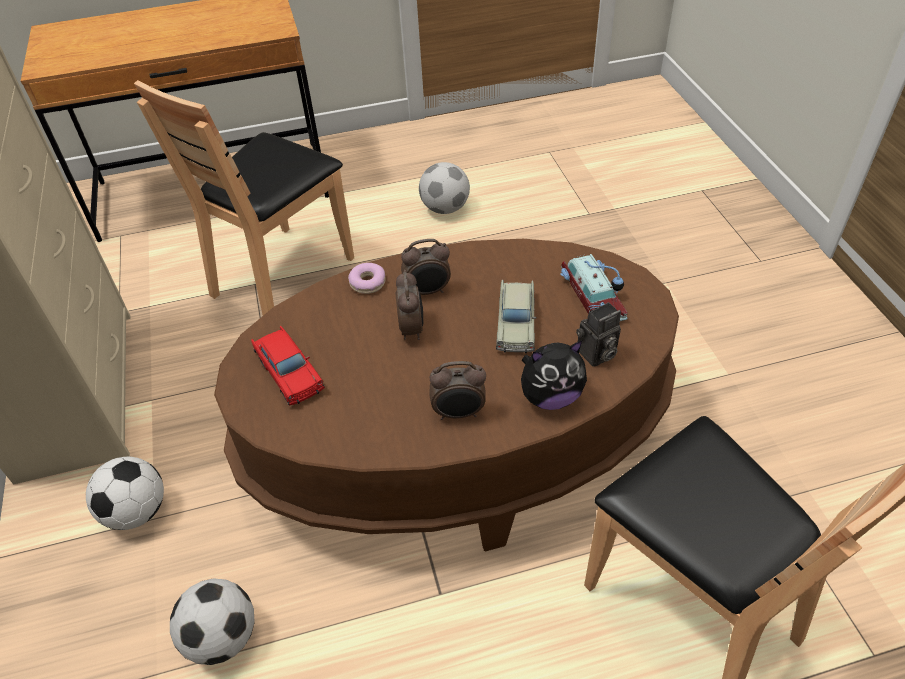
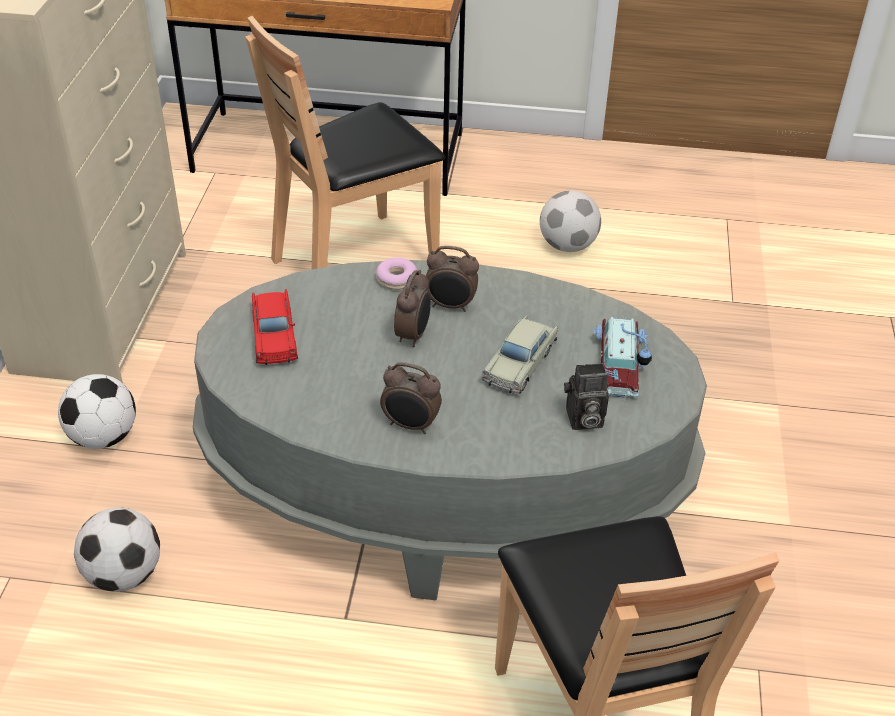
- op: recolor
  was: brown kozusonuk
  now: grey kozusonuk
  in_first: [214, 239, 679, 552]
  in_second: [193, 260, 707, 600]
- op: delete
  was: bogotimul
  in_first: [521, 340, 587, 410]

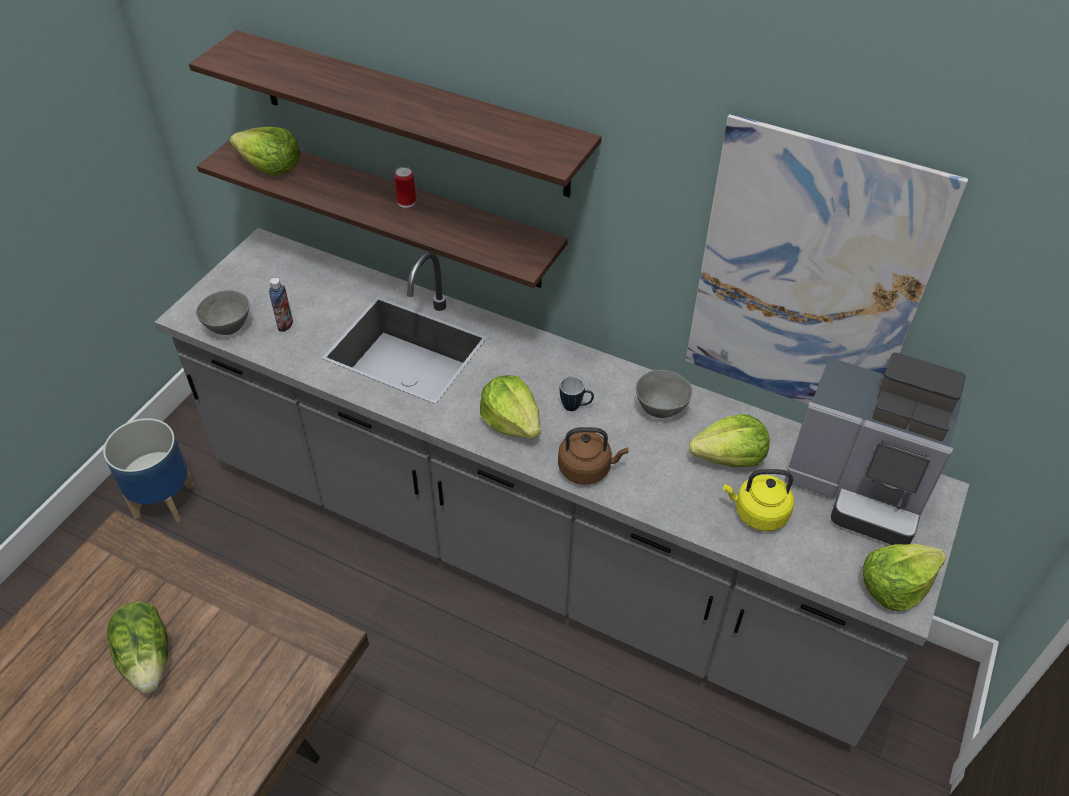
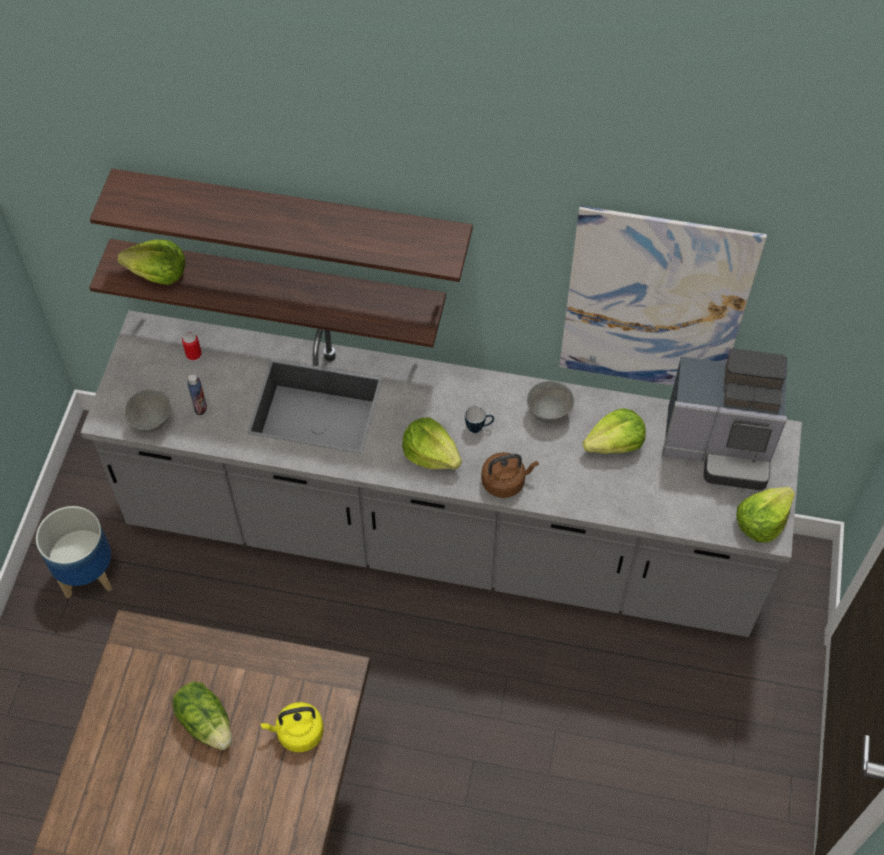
- op: move
  was: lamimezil
  in_first: [394, 167, 416, 208]
  in_second: [182, 332, 202, 361]
- op: move
  was: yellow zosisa
  in_first: [723, 469, 794, 531]
  in_second: [260, 702, 324, 752]

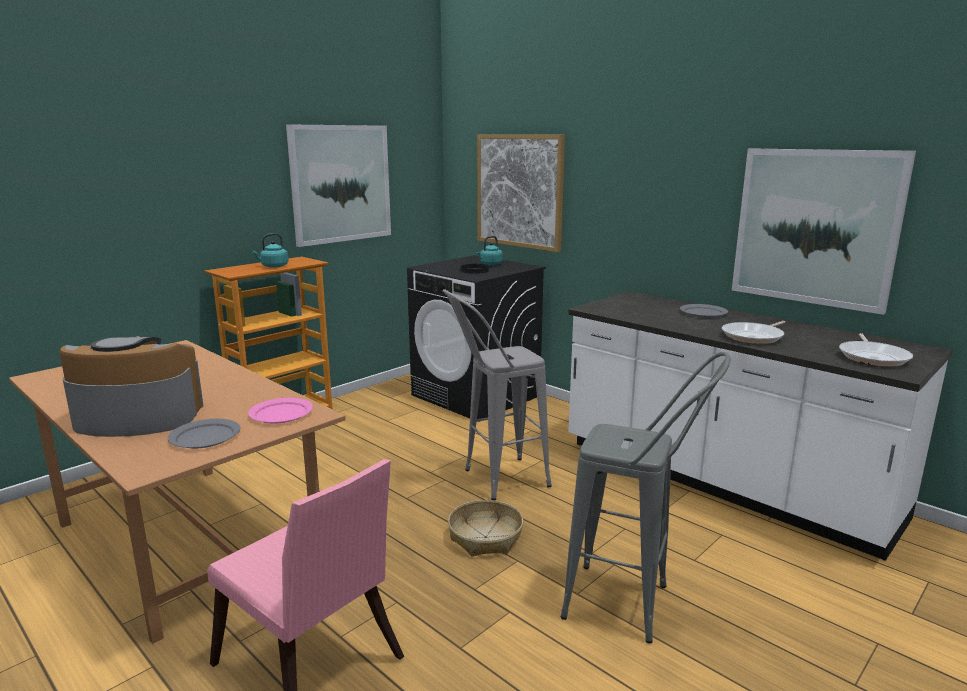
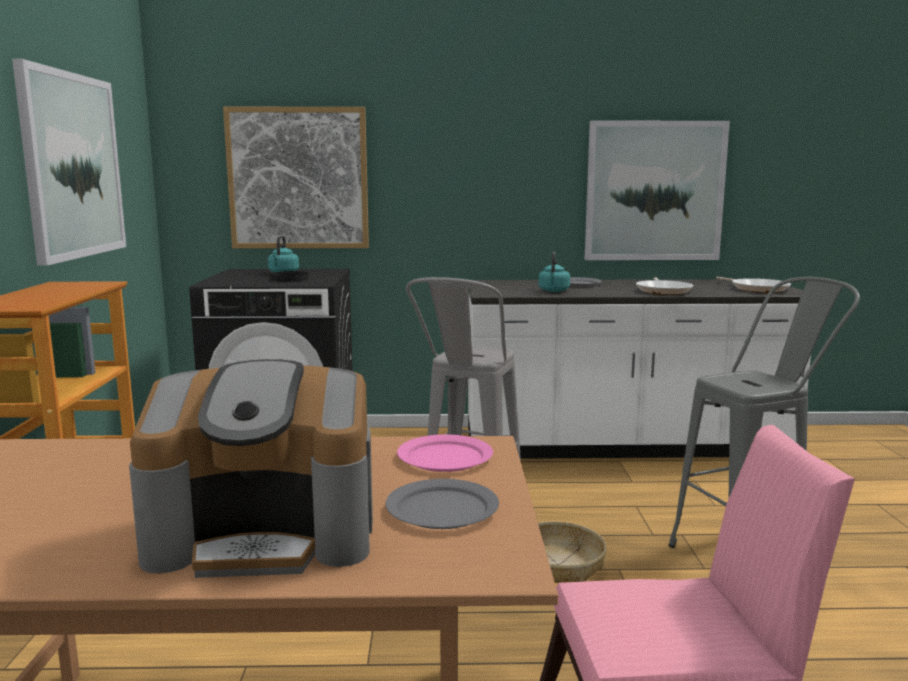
- op: move
  was: turquoise zosisa
  in_first: [252, 233, 288, 268]
  in_second: [539, 252, 570, 292]
- op: rotate
  was: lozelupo
  in_first: [60, 336, 204, 437]
  in_second: [129, 359, 373, 578]
  clockwise: -135

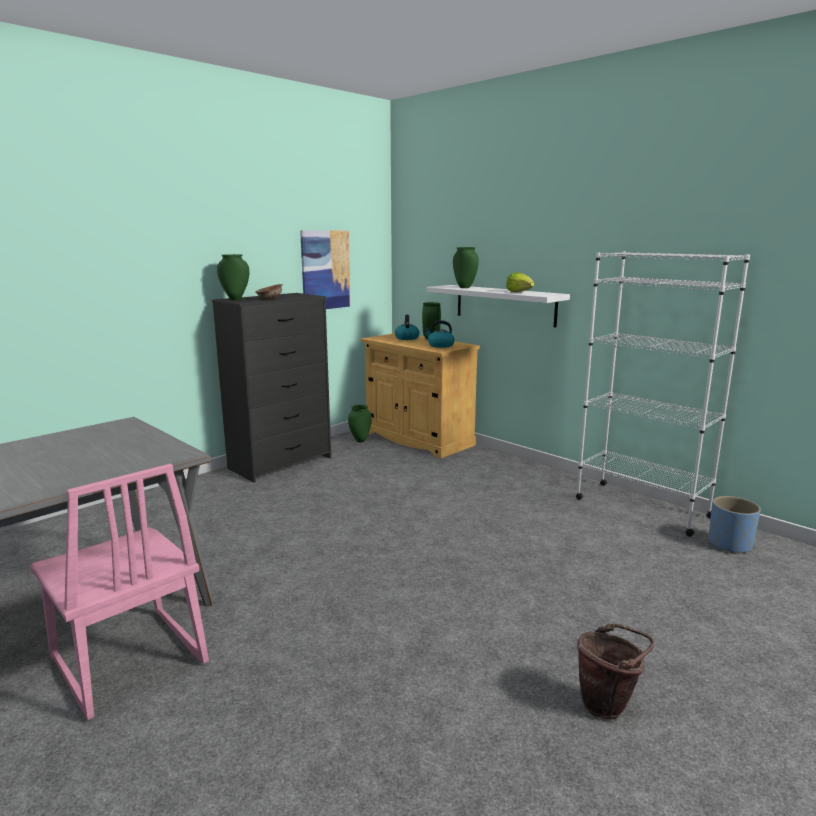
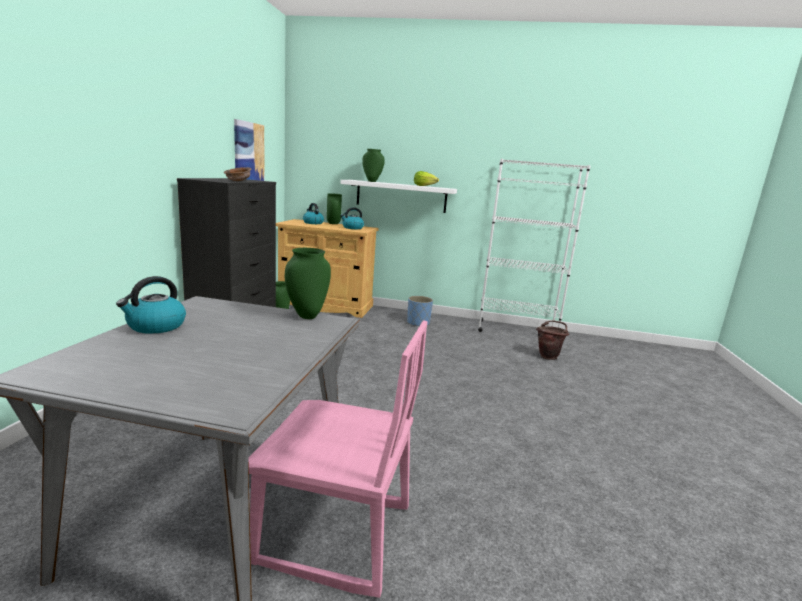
- op: move
  was: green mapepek
  in_first: [217, 254, 249, 300]
  in_second: [285, 248, 331, 319]
- op: move
  was: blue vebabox
  in_first: [709, 496, 761, 554]
  in_second: [407, 296, 433, 326]
- op: move
  was: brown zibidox
  in_first: [577, 624, 654, 719]
  in_second: [536, 320, 569, 360]
- op: insert
  now: zosisa
  in_second: [116, 276, 186, 334]

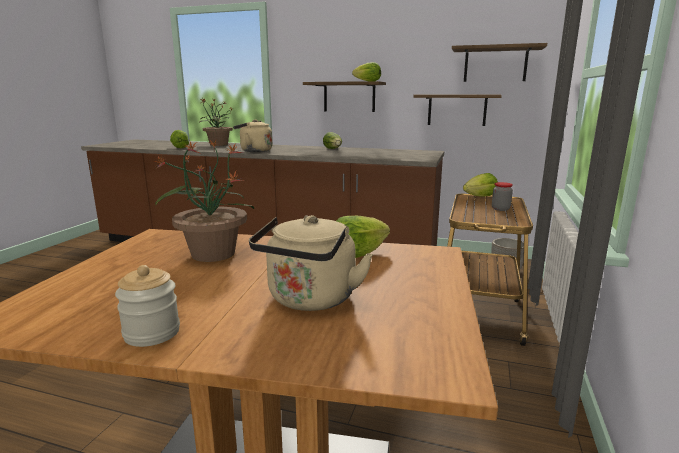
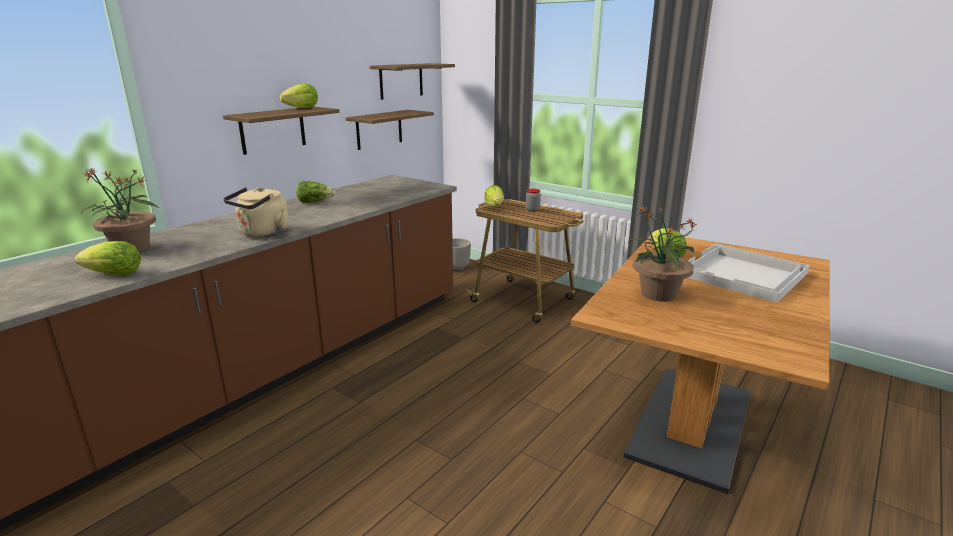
- op: replace
  was: beige zosisa
  now: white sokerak
  in_first: [249, 215, 373, 311]
  in_second: [688, 244, 810, 303]
- op: delete
  was: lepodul
  in_first: [115, 265, 180, 347]

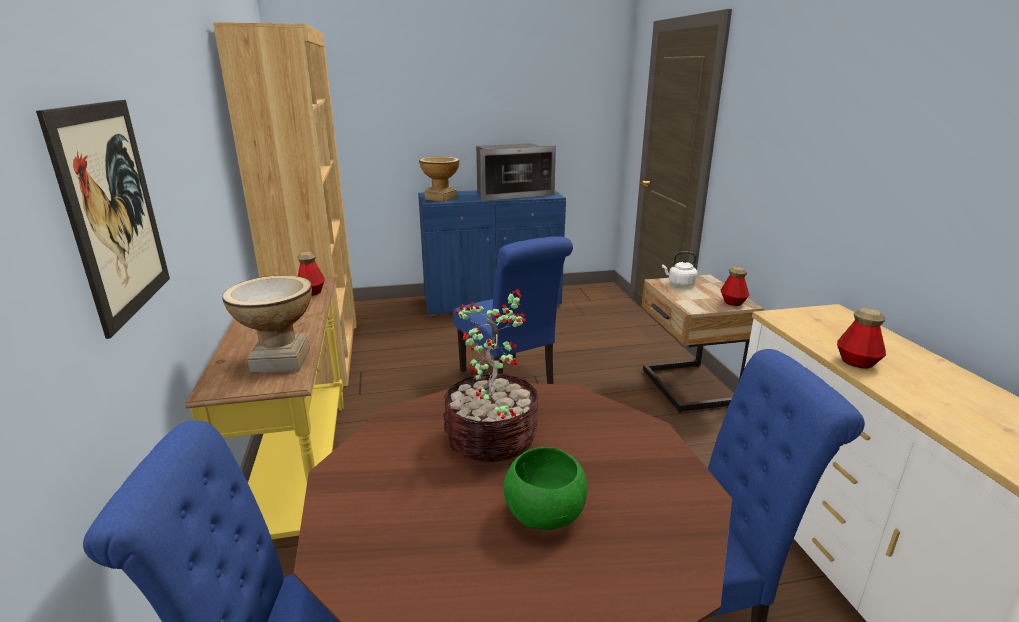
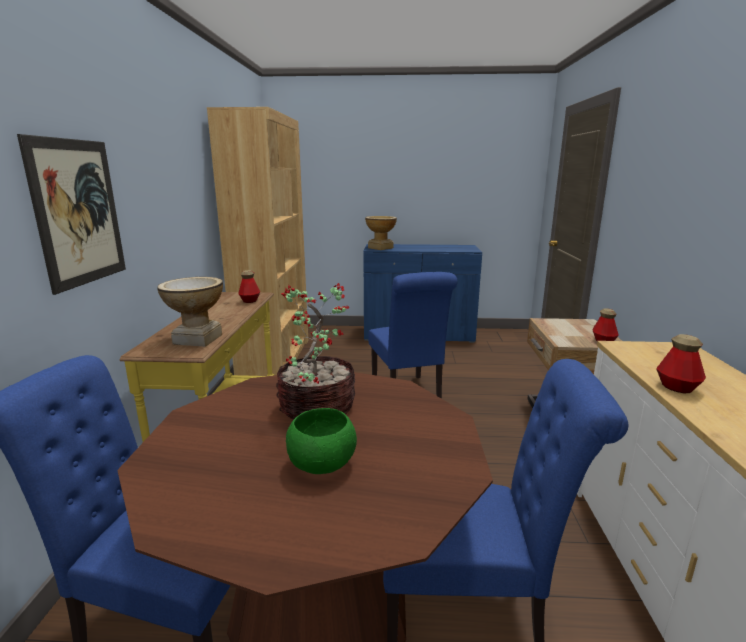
- op: delete
  was: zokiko
  in_first: [476, 143, 556, 201]
- op: delete
  was: white zosisa
  in_first: [662, 252, 698, 286]

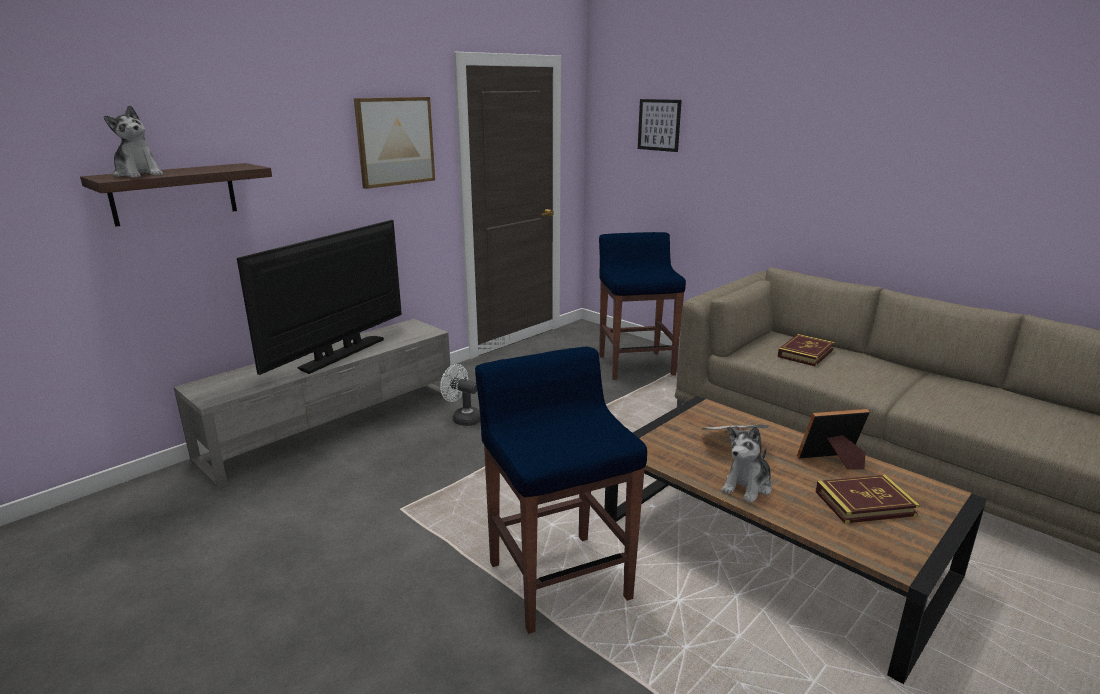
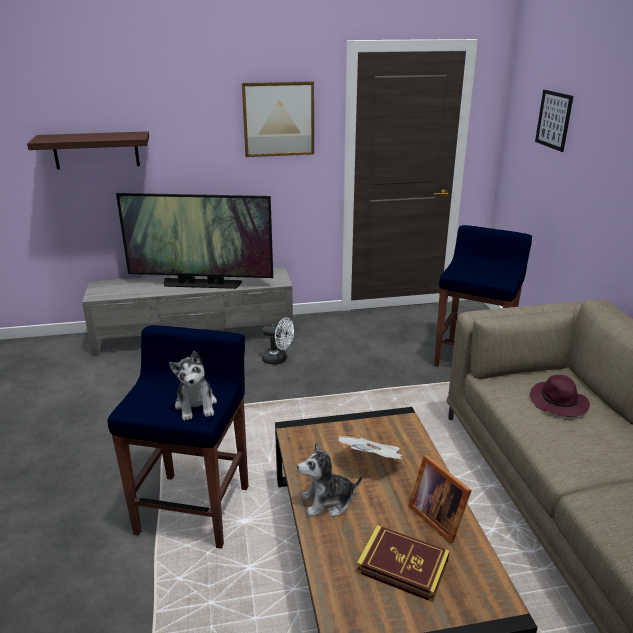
- op: move
  was: bogotimul
  in_first: [103, 105, 163, 178]
  in_second: [169, 351, 217, 421]
- op: rotate
  was: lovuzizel
  in_first: [237, 220, 402, 375]
  in_second: [116, 193, 273, 289]
  clockwise: -150
- op: replace
  was: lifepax
  now: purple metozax
  in_first: [777, 334, 835, 366]
  in_second: [530, 375, 590, 417]
- op: rotate
  was: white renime
  in_first: [440, 364, 480, 426]
  in_second: [262, 318, 294, 365]
  clockwise: 135
- op: rotate
  was: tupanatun
  in_first: [797, 409, 870, 470]
  in_second: [408, 455, 472, 543]
  clockwise: -150

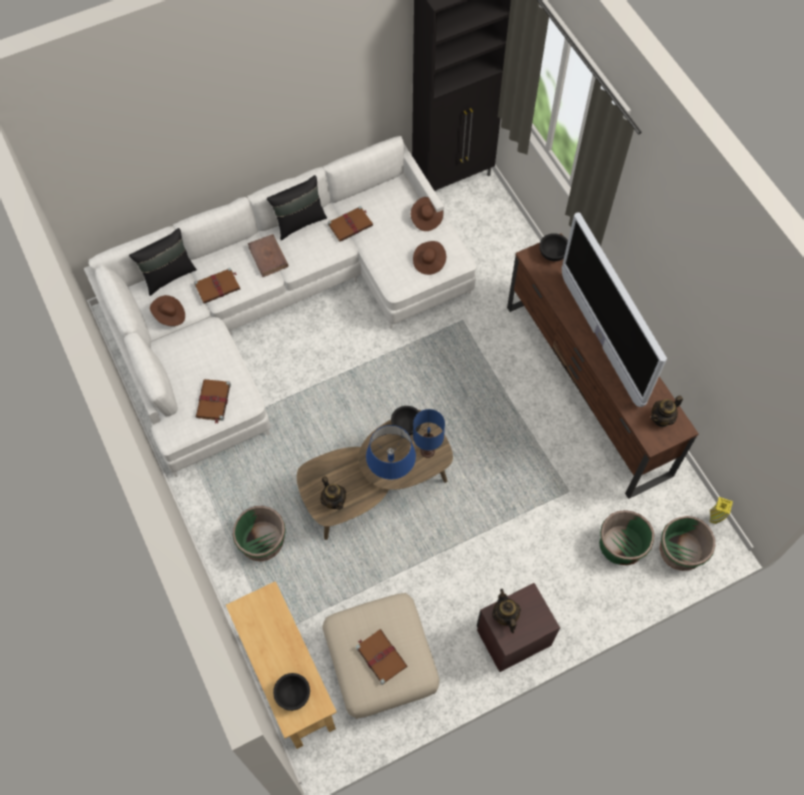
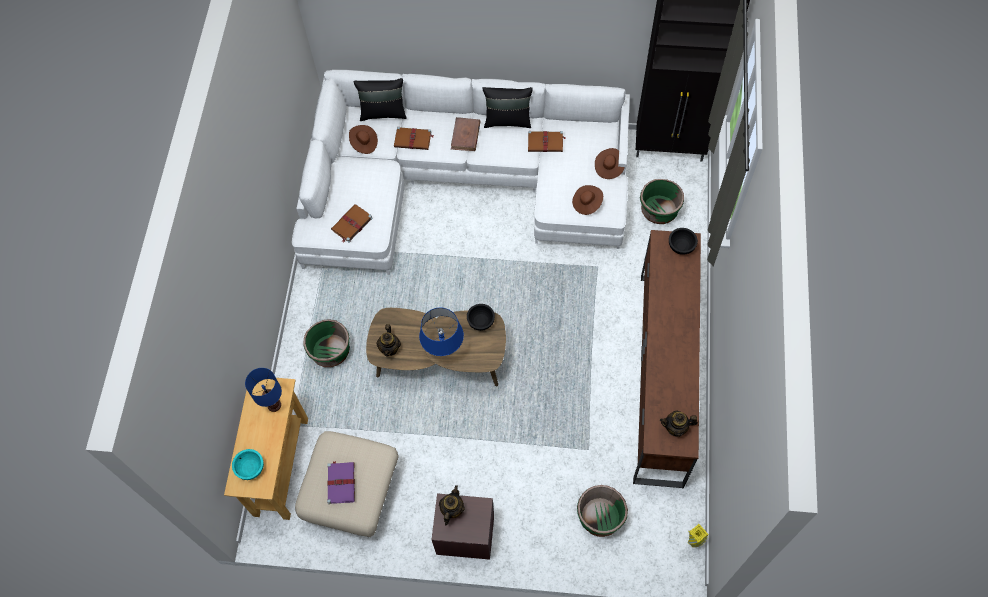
- op: delete
  was: lovuzizel
  in_first: [562, 213, 667, 407]
- op: move
  was: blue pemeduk
  in_first: [413, 409, 445, 458]
  in_second: [245, 368, 282, 412]
- op: move
  was: green vebabox
  in_first: [659, 516, 715, 571]
  in_second: [640, 179, 684, 224]
- op: recolor
  was: brown lifepax
  now: purple lifepax
  in_first: [356, 629, 407, 685]
  in_second: [327, 461, 355, 504]
- op: recolor
  was: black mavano
  now: turquoise mavano
  in_first: [273, 673, 310, 711]
  in_second: [232, 449, 264, 480]

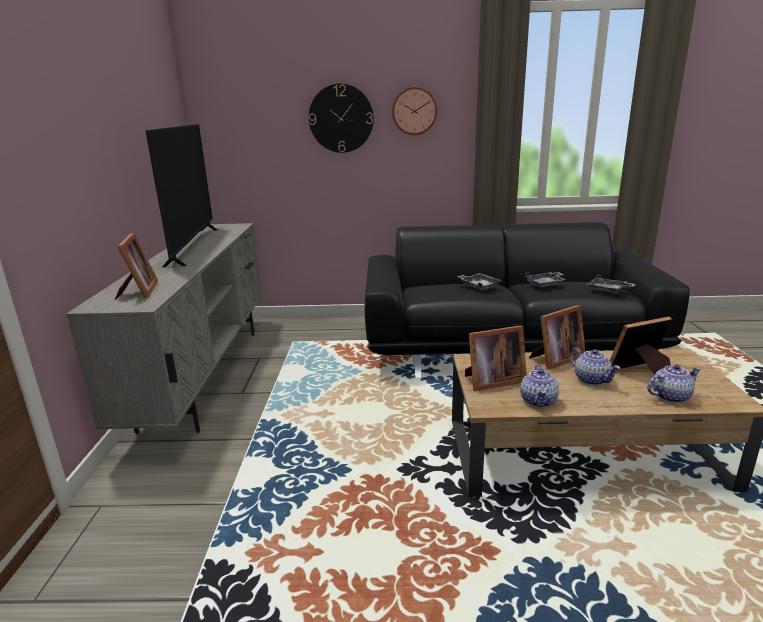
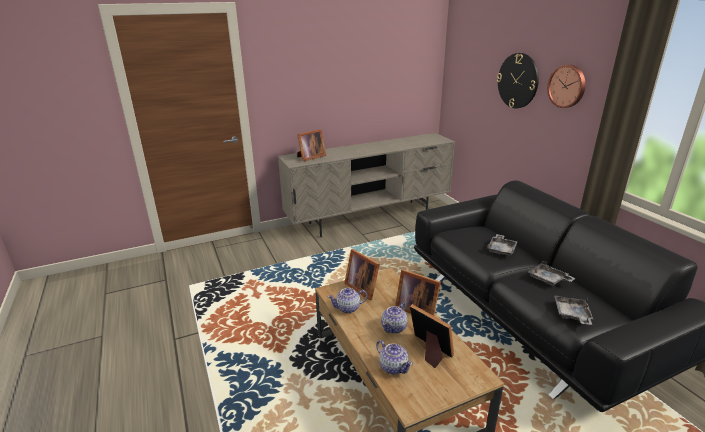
- op: delete
  was: lovuzizel
  in_first: [145, 124, 218, 267]

